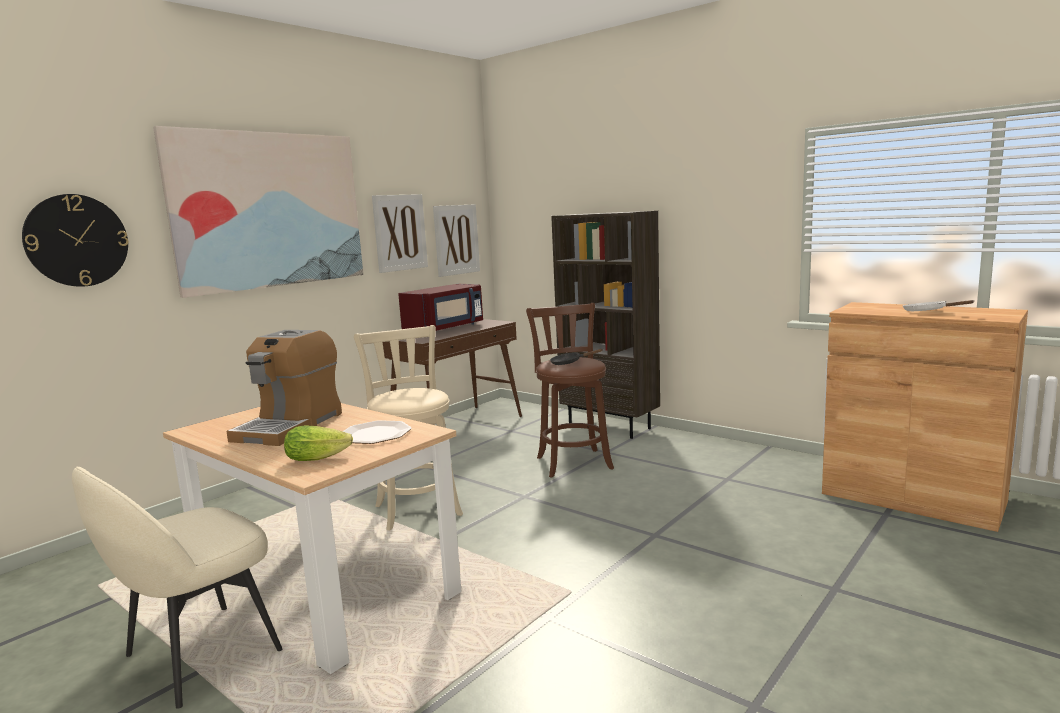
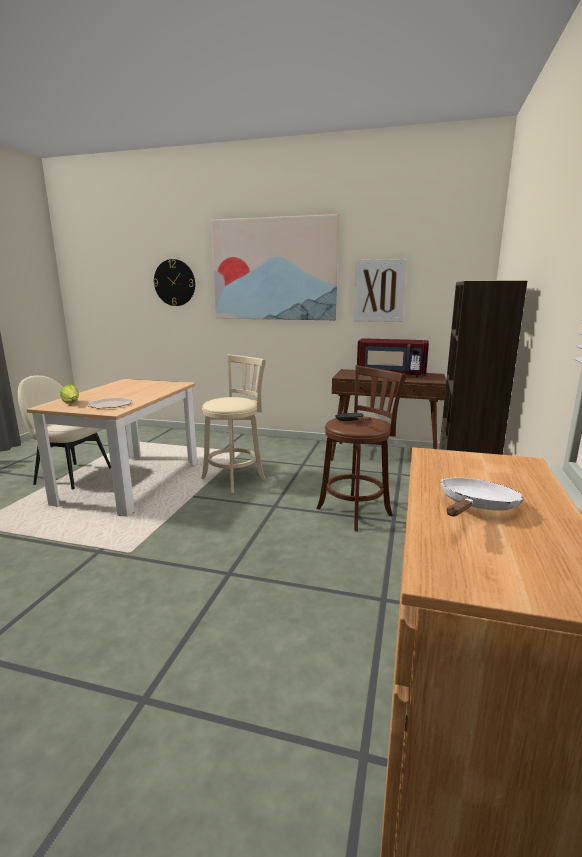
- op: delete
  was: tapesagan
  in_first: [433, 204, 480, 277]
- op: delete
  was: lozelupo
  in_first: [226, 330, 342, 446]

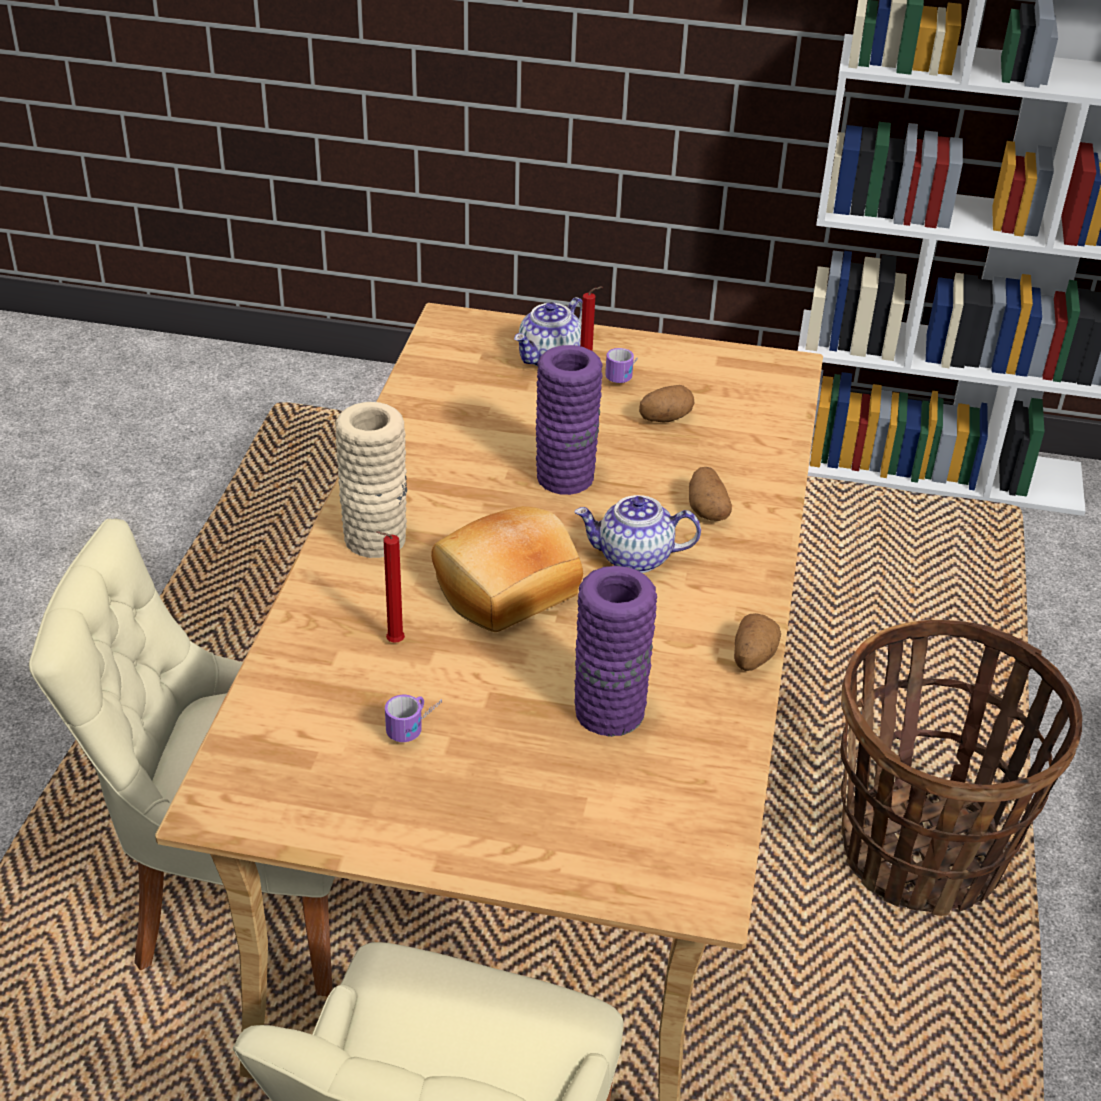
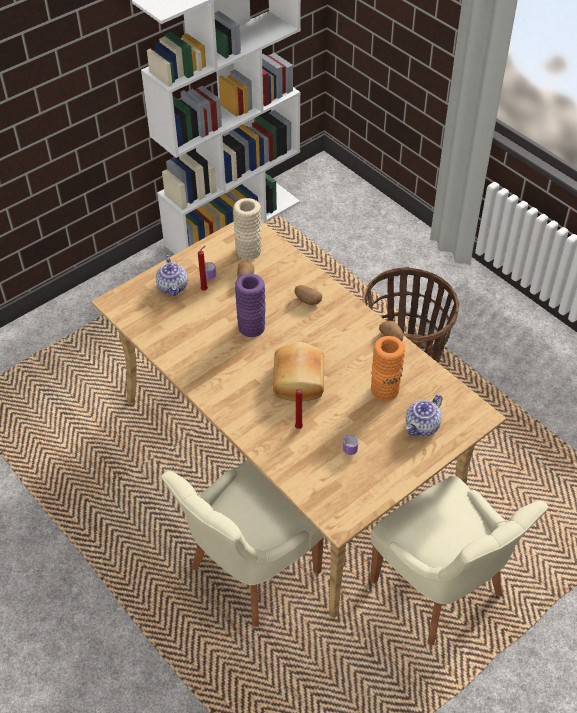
- op: move
  was: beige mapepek
  in_first: [335, 402, 407, 558]
  in_second: [233, 198, 262, 260]
- op: move
  was: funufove
  in_first: [574, 495, 701, 573]
  in_second: [406, 394, 442, 436]
- op: recolor
  was: purple mapepek
  now: orange mapepek
  in_first: [574, 566, 657, 737]
  in_second: [371, 336, 405, 401]

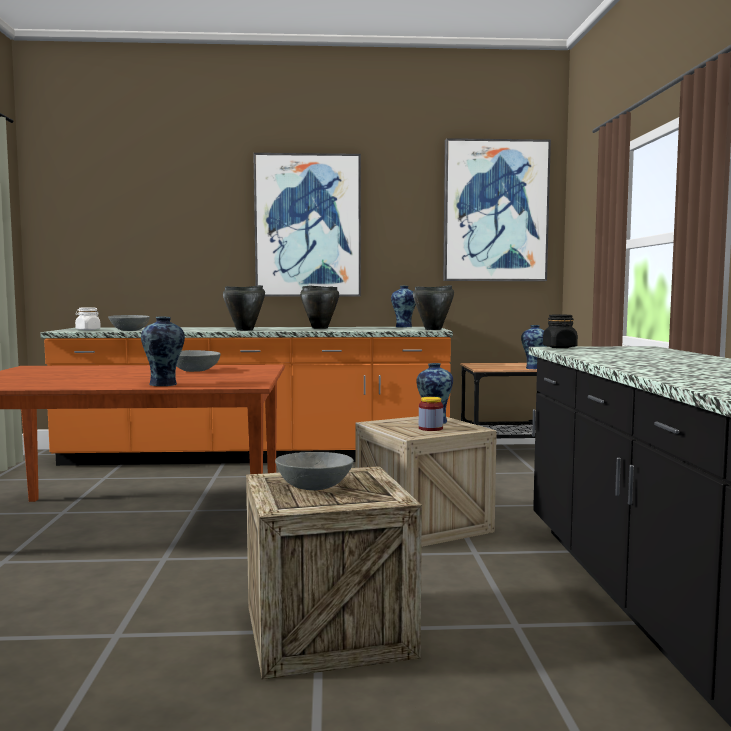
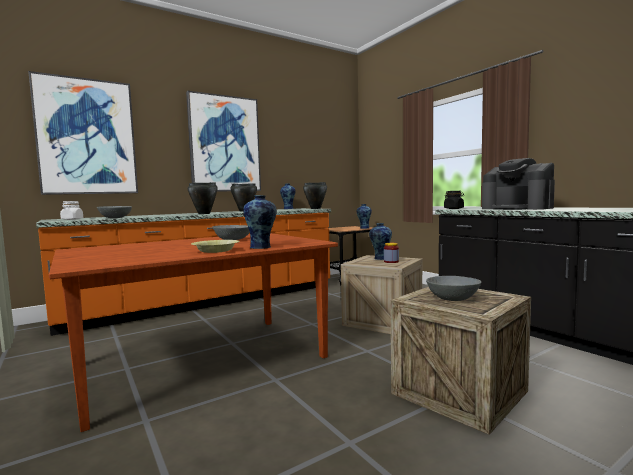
- op: move
  was: tapesagan
  in_first: [443, 138, 551, 281]
  in_second: [28, 71, 138, 195]
- op: insert
  now: lozelupo
  in_second: [482, 158, 555, 210]
- op: insert
  now: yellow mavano
  in_second: [191, 240, 240, 253]

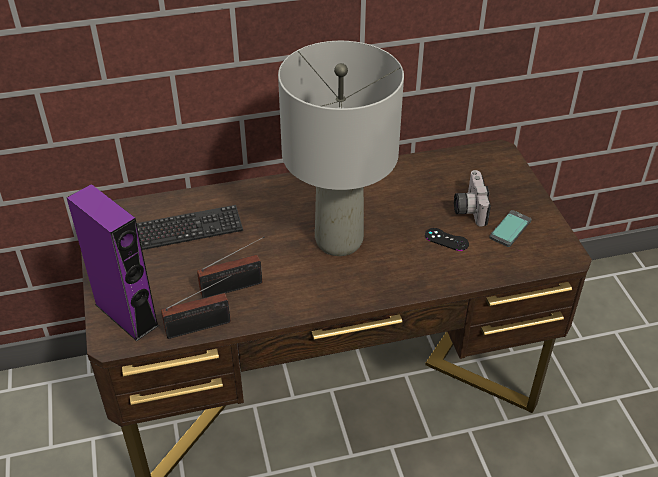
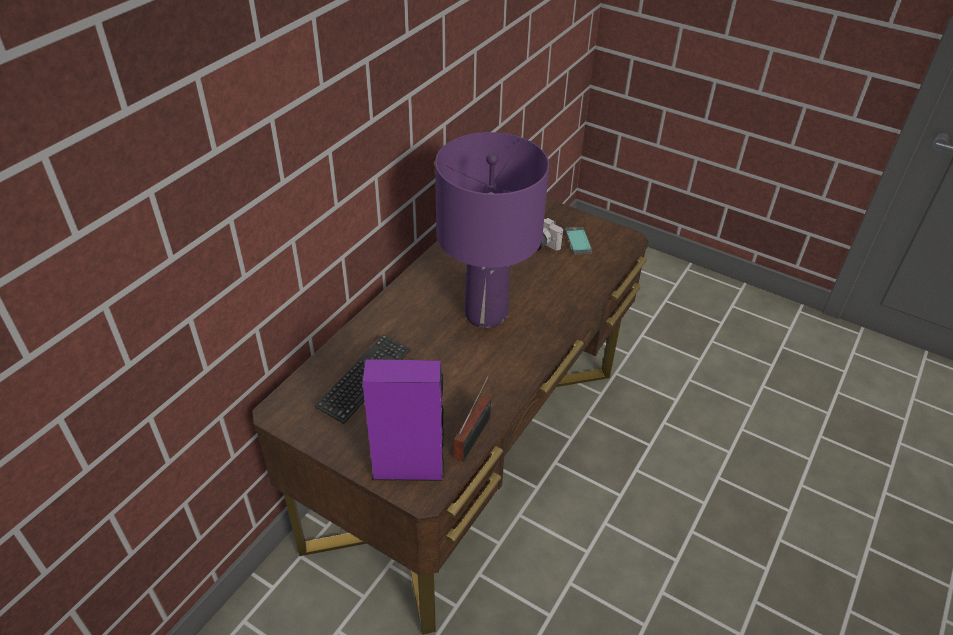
- op: recolor
  was: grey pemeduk
  now: purple pemeduk
  in_first: [278, 41, 404, 256]
  in_second: [435, 132, 549, 328]
- op: delete
  was: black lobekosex
  in_first: [425, 228, 469, 251]
- op: delete
  was: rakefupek
  in_first: [197, 237, 265, 298]

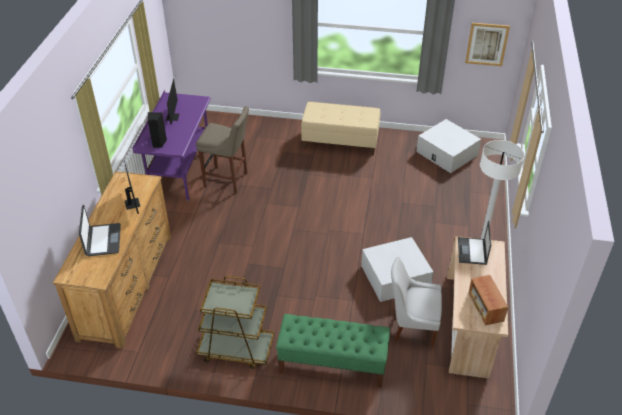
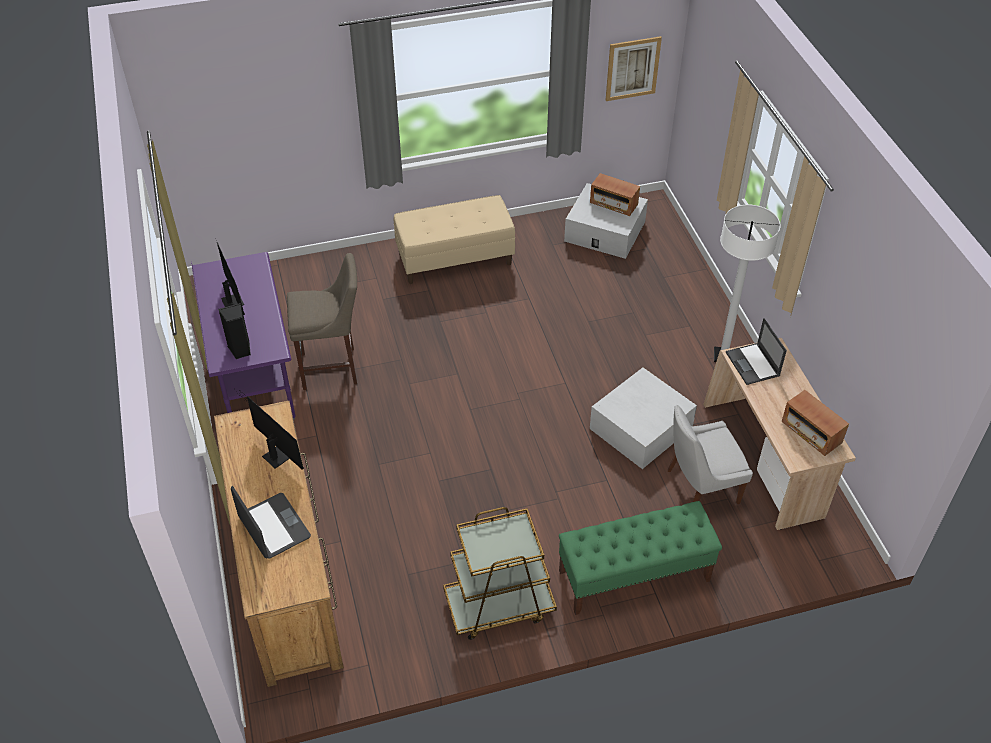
- op: insert
  now: rakefupek
  in_second: [590, 173, 640, 216]

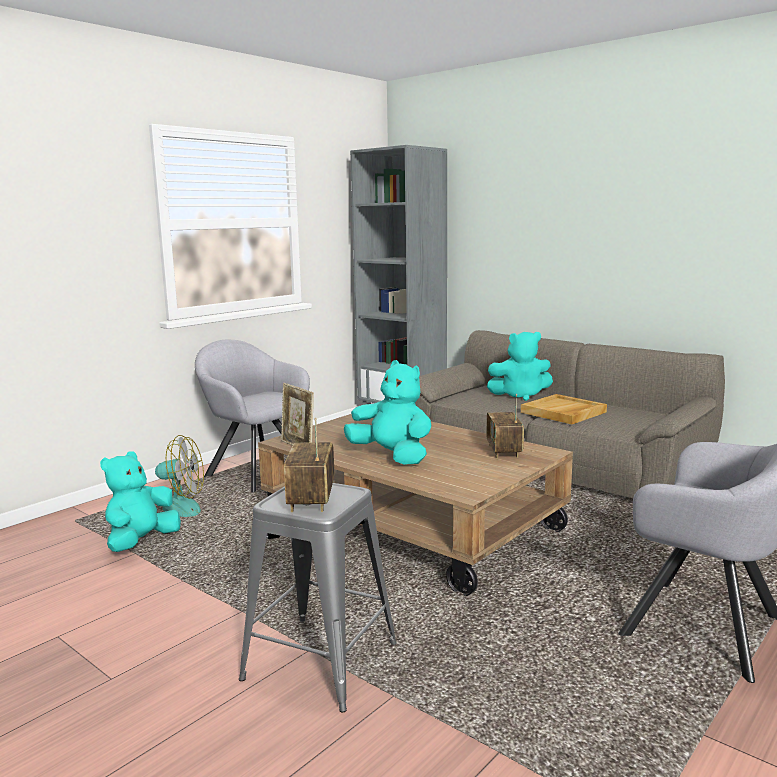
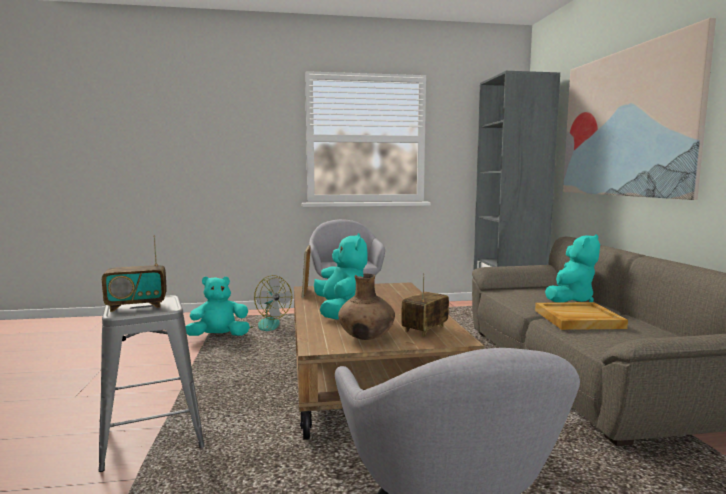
- op: rotate
  was: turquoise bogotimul
  in_first: [487, 332, 553, 401]
  in_second: [545, 234, 600, 303]
  clockwise: -90
- op: rotate
  was: rakefupek
  in_first: [284, 418, 334, 512]
  in_second: [102, 235, 167, 312]
  clockwise: -150
- op: insert
  now: tapesagan
  in_second: [563, 18, 716, 200]
- op: insert
  now: brown mapepek
  in_second: [338, 273, 395, 340]

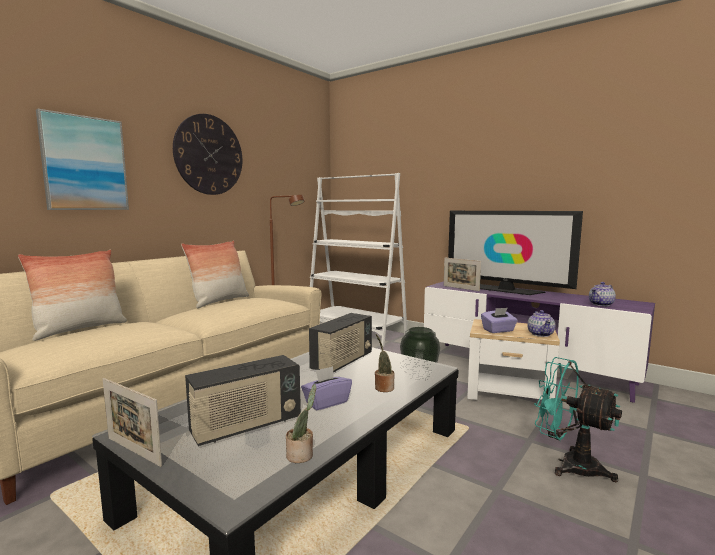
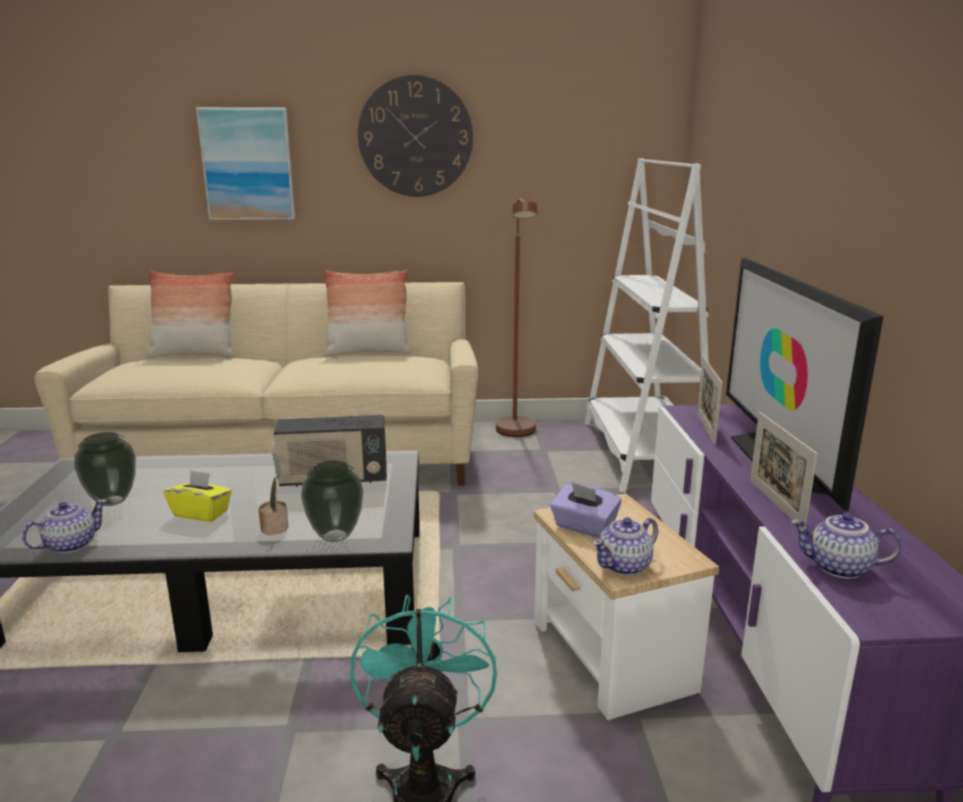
- op: replace
  was: rakefupek
  now: mapepek
  in_first: [185, 355, 301, 446]
  in_second: [74, 432, 136, 506]
- op: recolor
  was: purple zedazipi
  now: yellow zedazipi
  in_first: [301, 366, 352, 410]
  in_second: [164, 470, 232, 522]
- op: move
  was: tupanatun
  in_first: [103, 378, 162, 467]
  in_second: [750, 412, 818, 525]
- op: replace
  was: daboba
  now: funufove
  in_first: [286, 384, 316, 463]
  in_second: [22, 500, 107, 553]

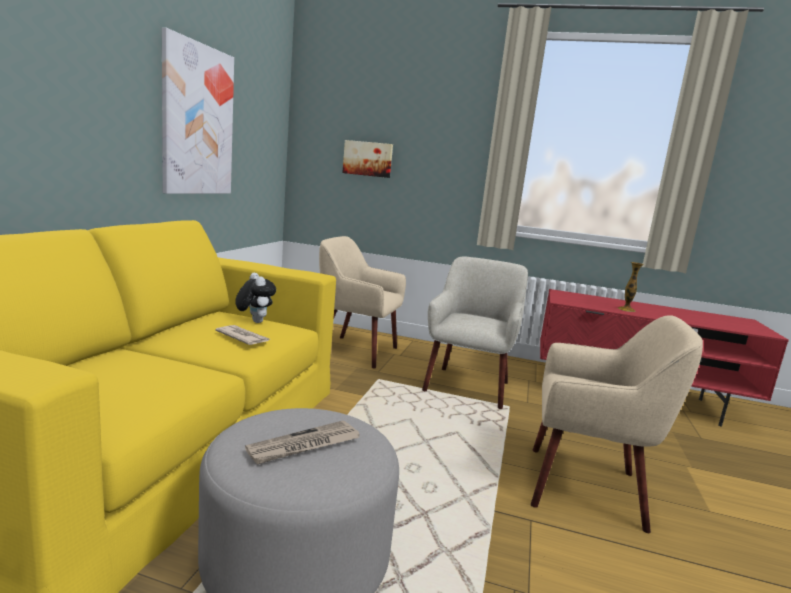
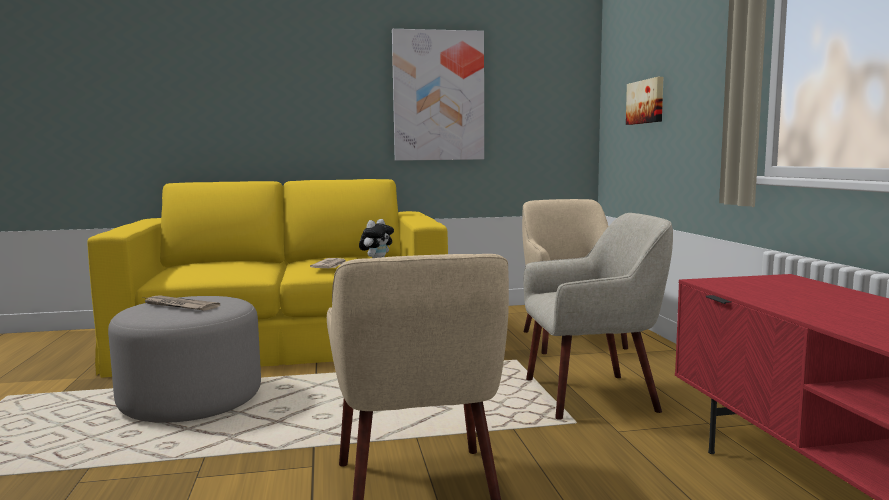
- op: delete
  was: mapepek
  in_first: [618, 262, 644, 312]

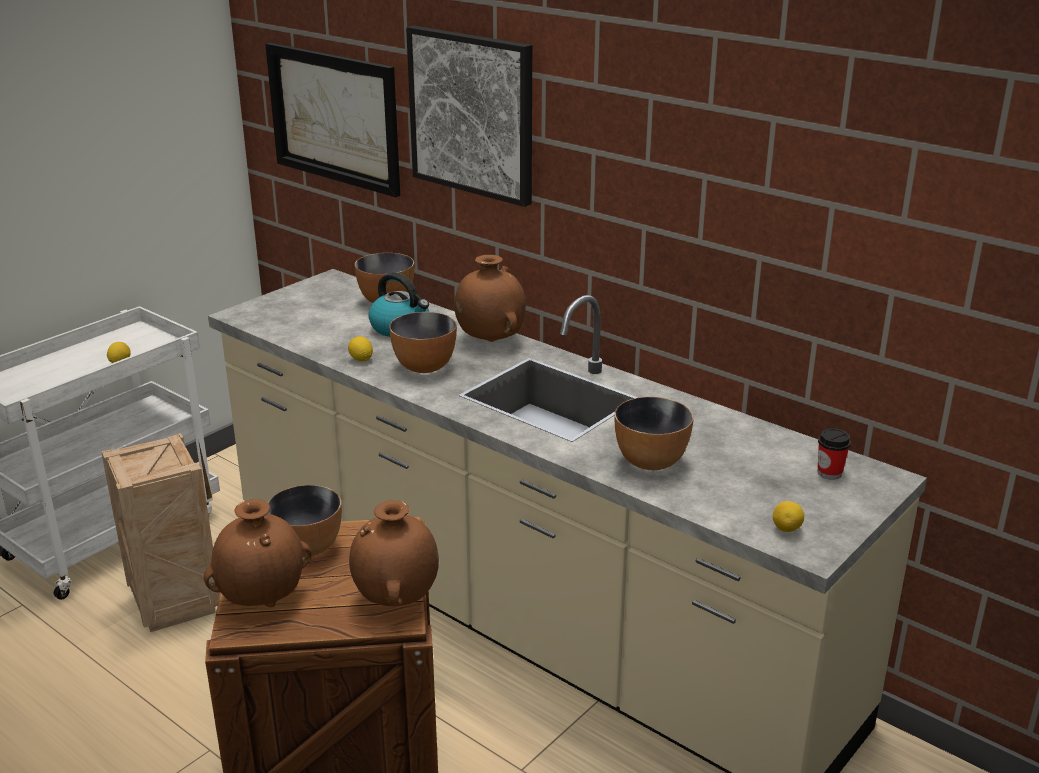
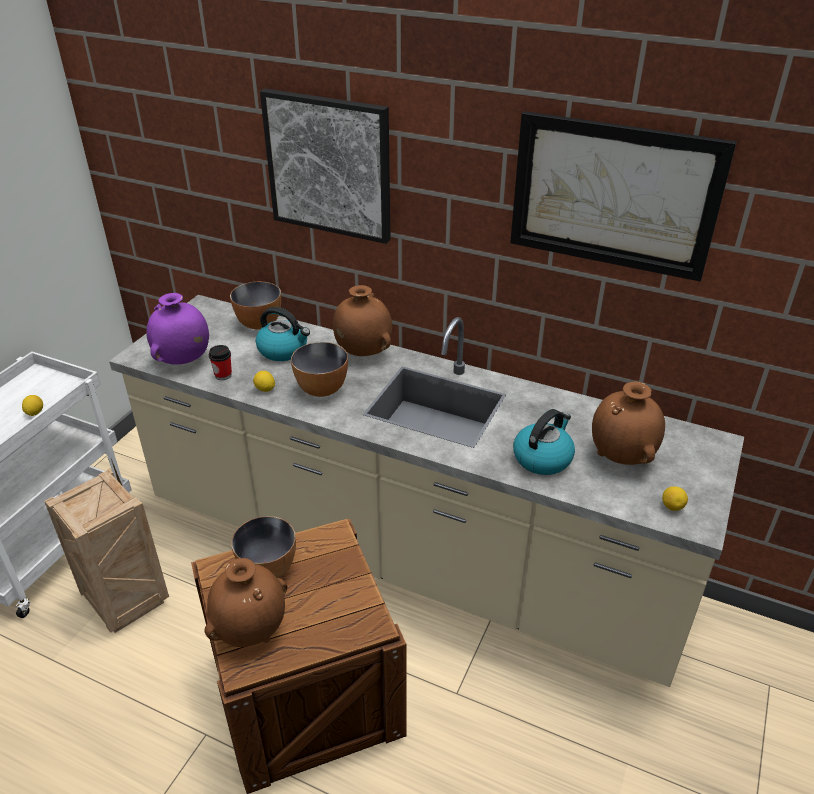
- op: move
  was: tapesagan
  in_first: [265, 43, 400, 197]
  in_second: [510, 111, 737, 282]
- op: replace
  was: mavano
  now: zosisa
  in_first: [615, 397, 693, 470]
  in_second: [513, 409, 575, 475]
- op: move
  was: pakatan
  in_first: [818, 428, 851, 480]
  in_second: [209, 345, 232, 380]
- op: move
  was: brown mapepek
  in_first: [349, 500, 439, 606]
  in_second: [592, 382, 665, 465]
- op: insert
  now: purple mapepek
  in_second: [146, 293, 209, 365]

